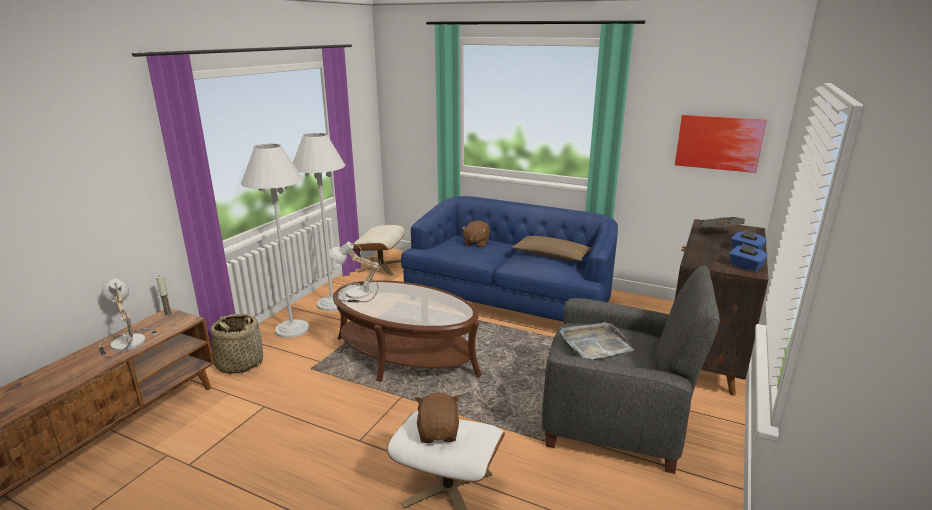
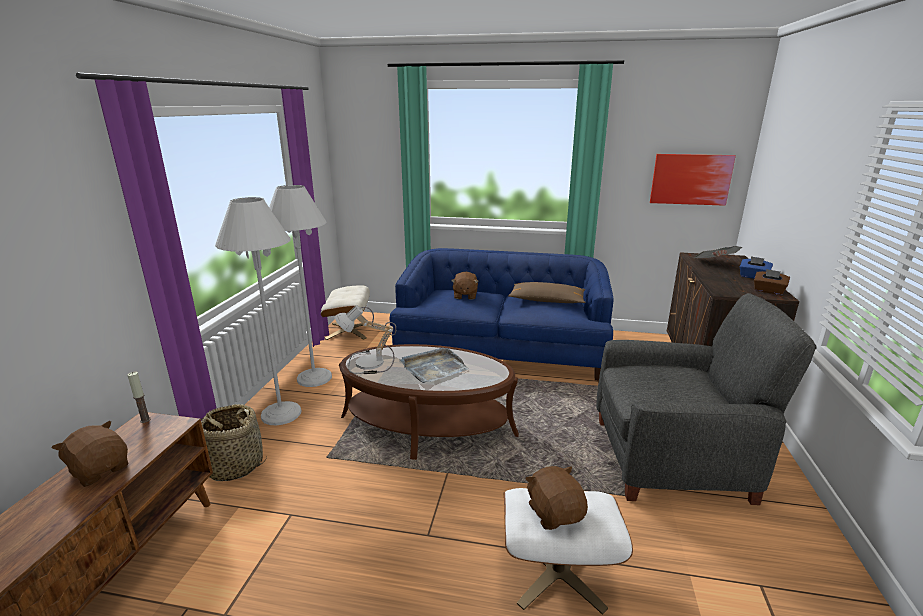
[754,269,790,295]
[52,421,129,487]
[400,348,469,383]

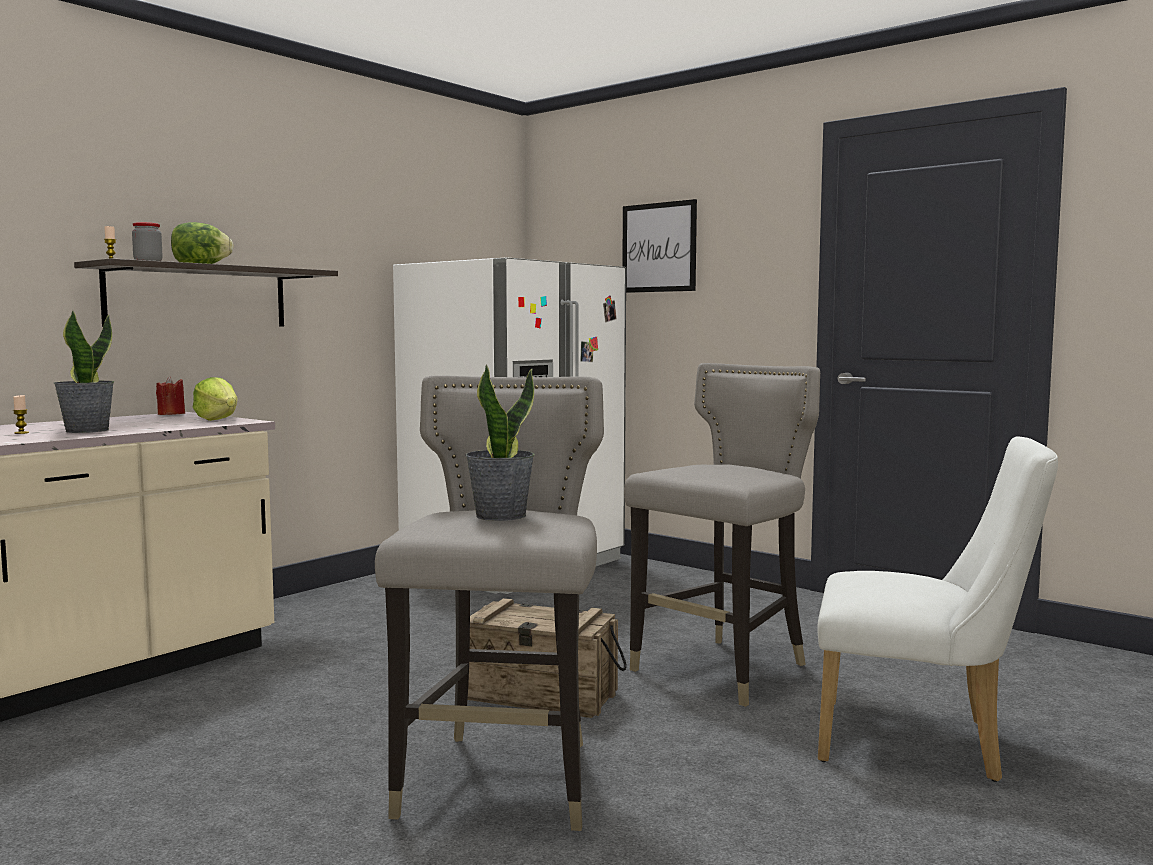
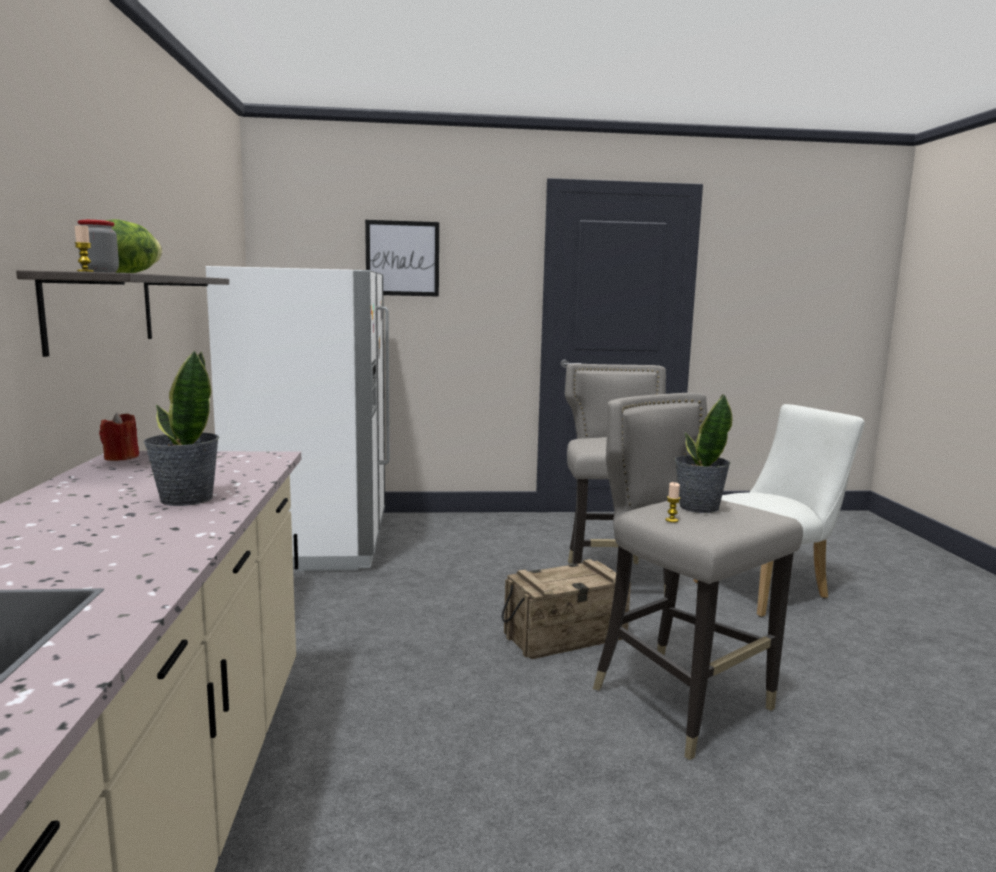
[193,377,237,421] (first image)
[666,482,680,523]

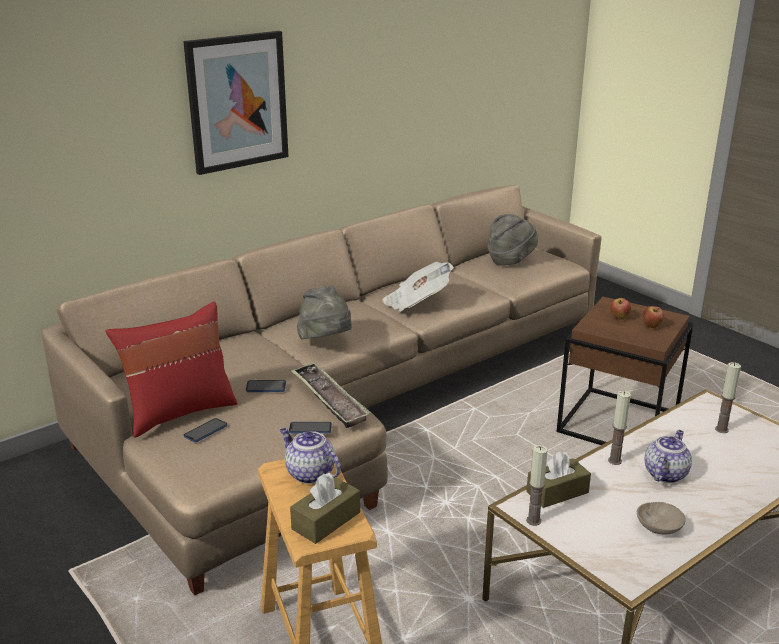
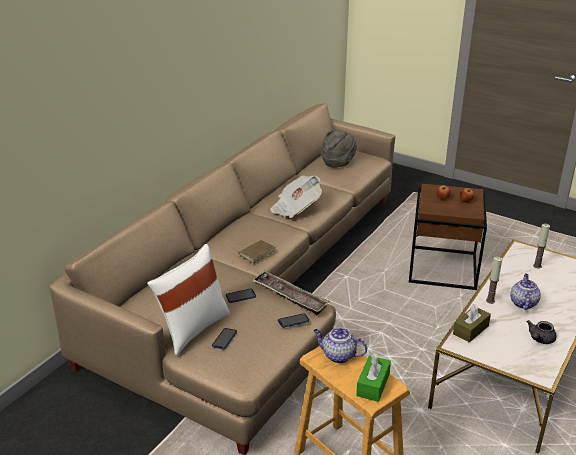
[183,31,289,175] (first image)
[235,240,276,263]
[147,244,230,356]
[526,445,548,526] (first image)
[356,354,391,402]
[527,320,557,344]

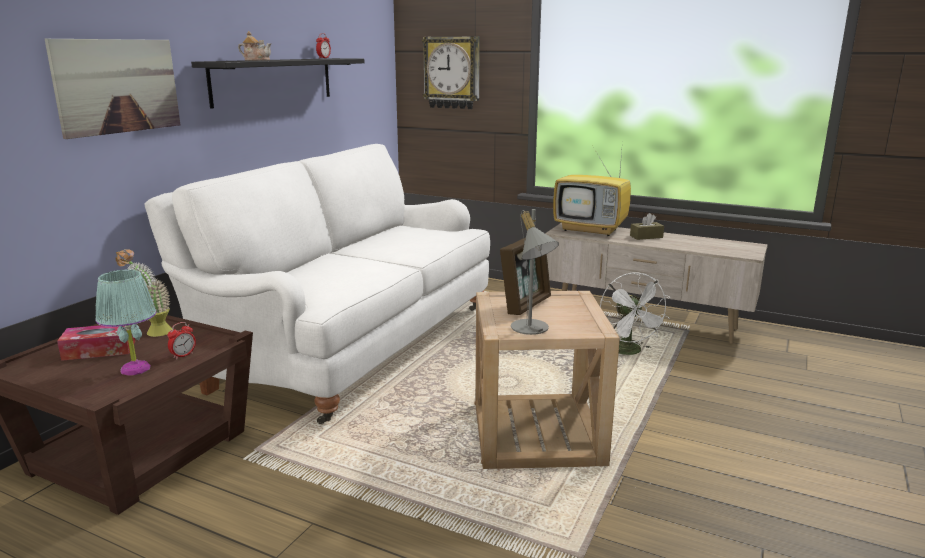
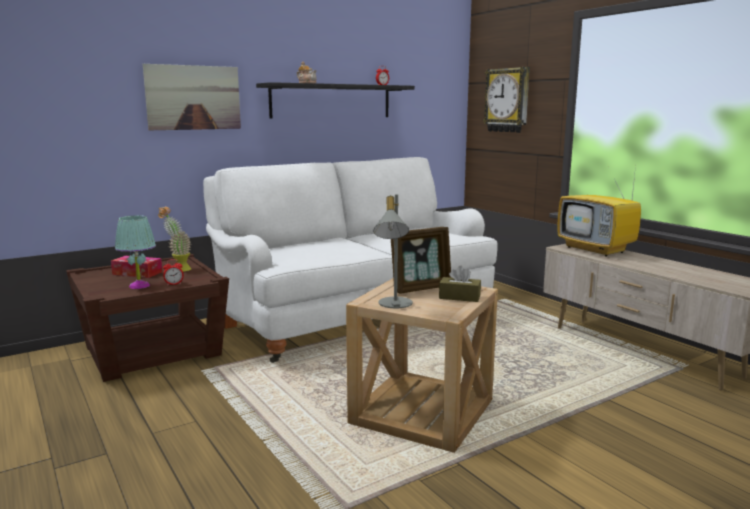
[439,265,481,302]
[600,272,670,355] (first image)

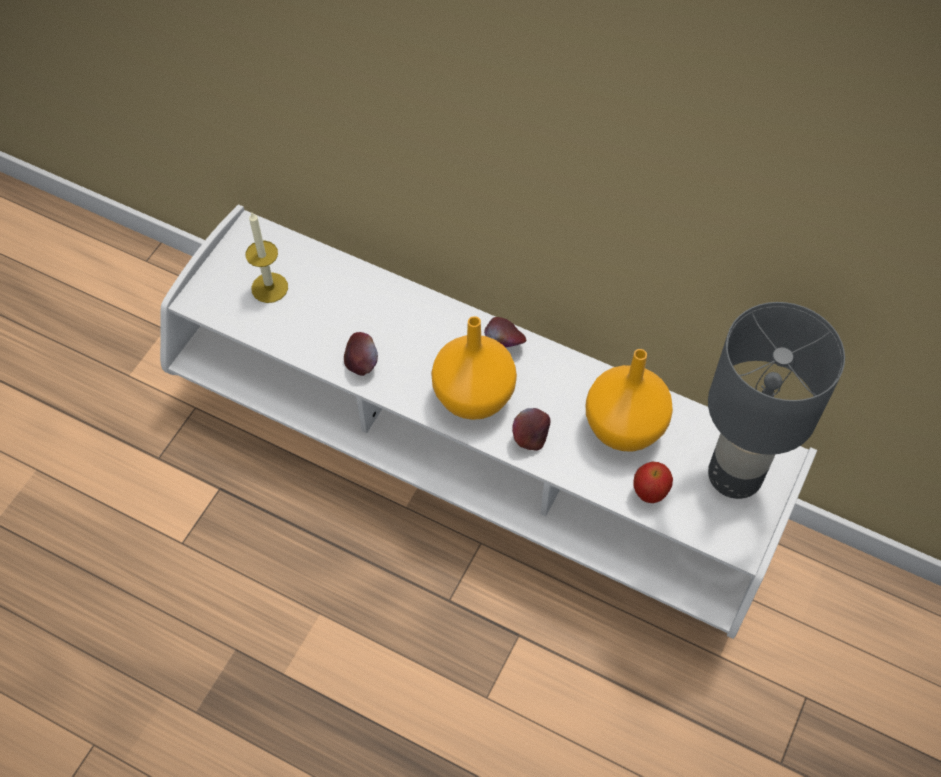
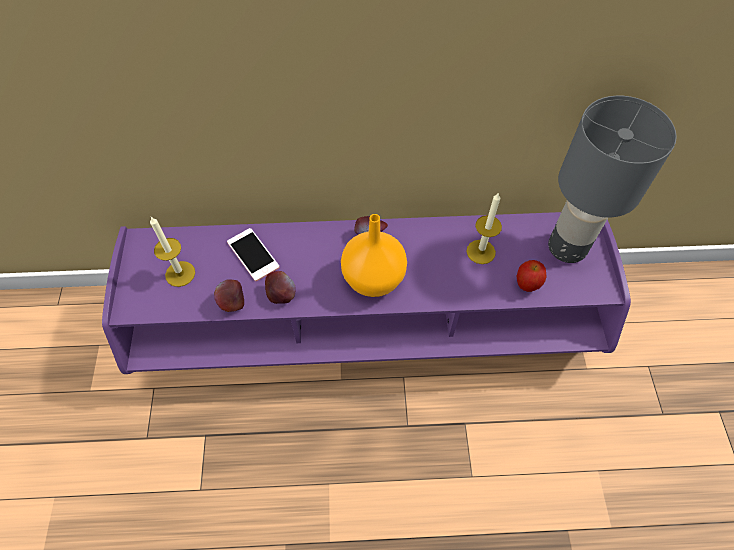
[102,212,631,374]
[467,192,502,264]
[214,279,244,312]
[227,228,280,281]

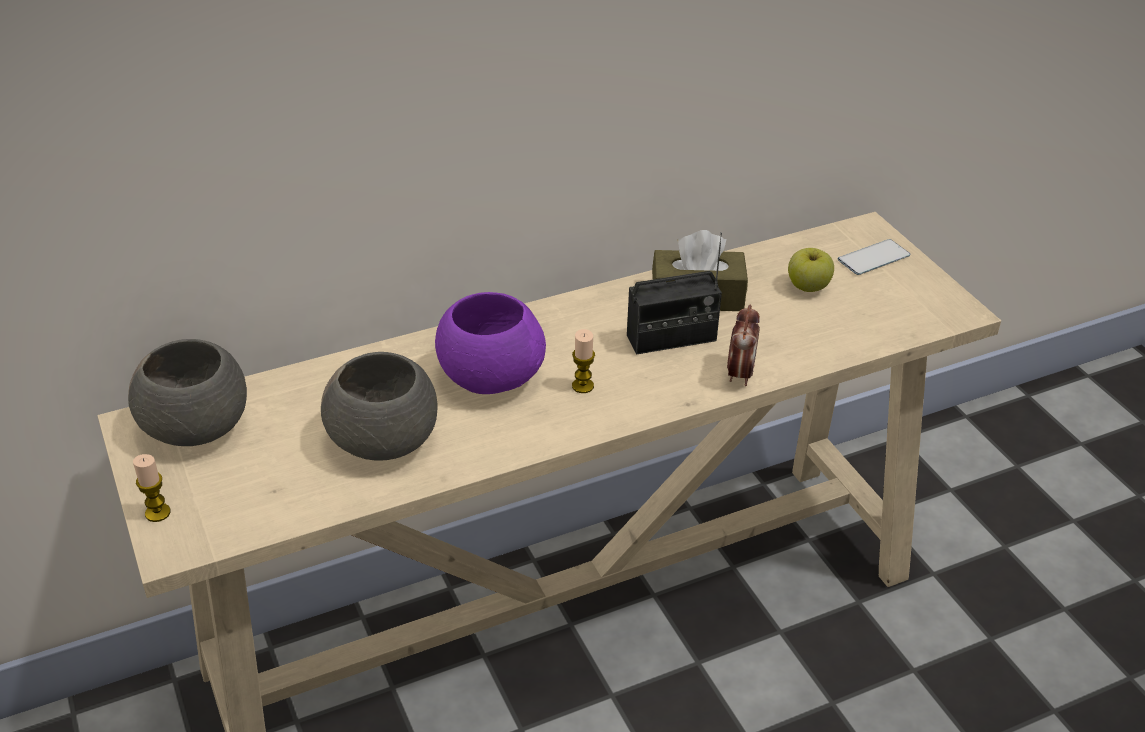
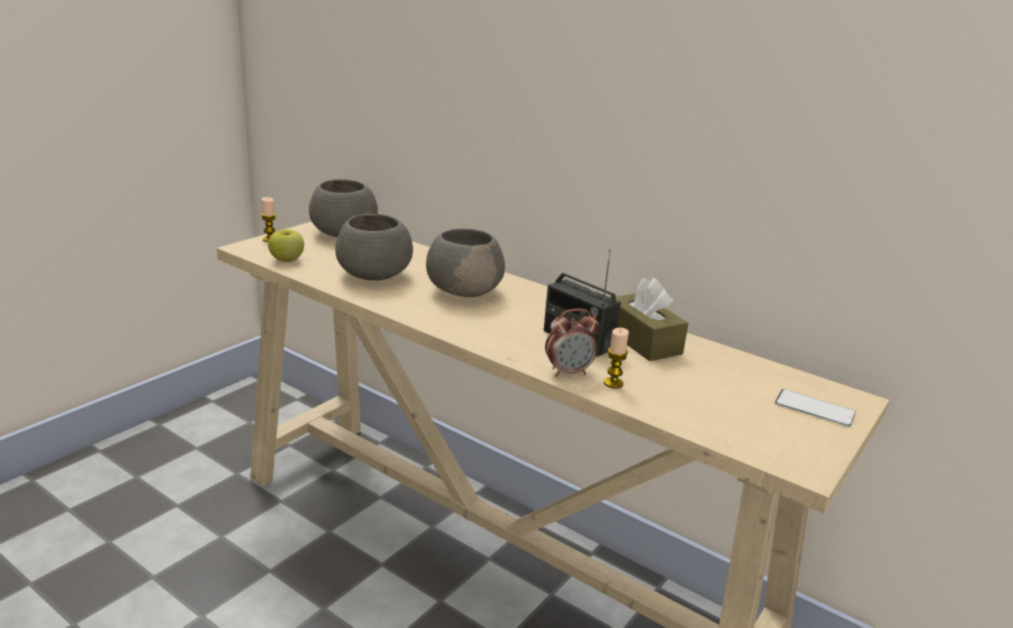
[268,229,304,262]
[426,229,505,297]
[604,328,629,388]

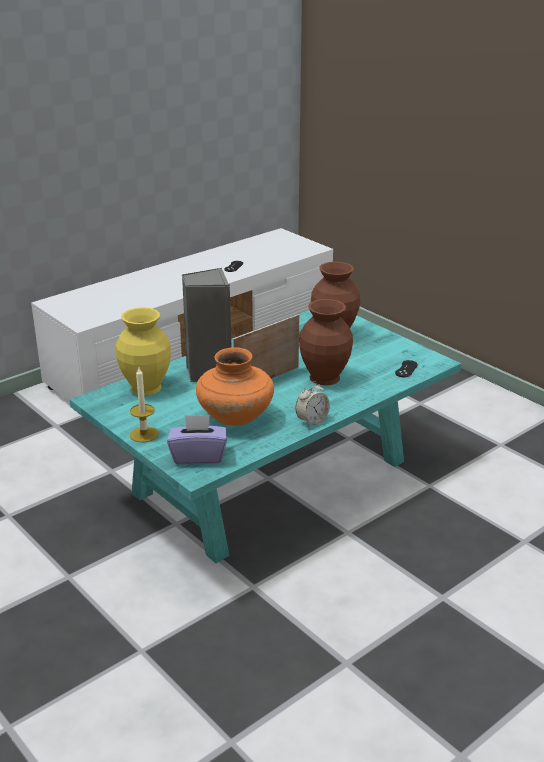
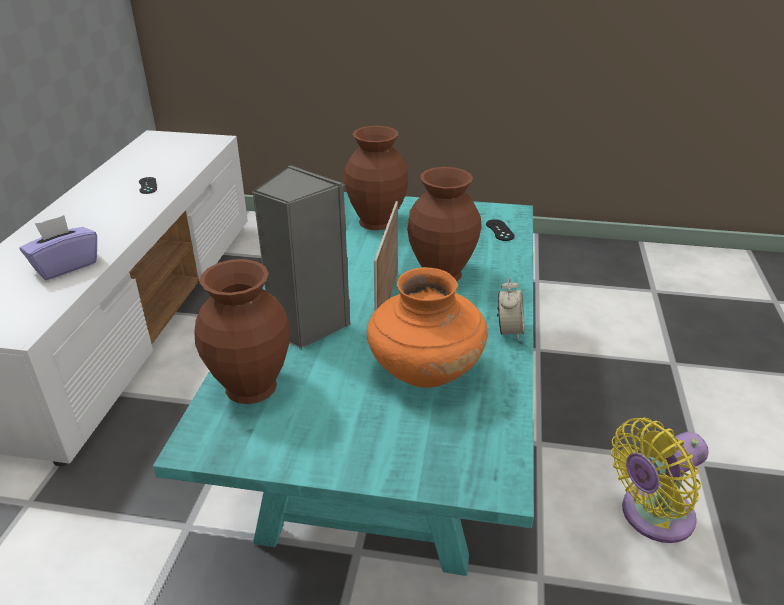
[194,259,291,404]
[130,367,159,442] (first image)
[19,215,97,280]
[611,418,709,543]

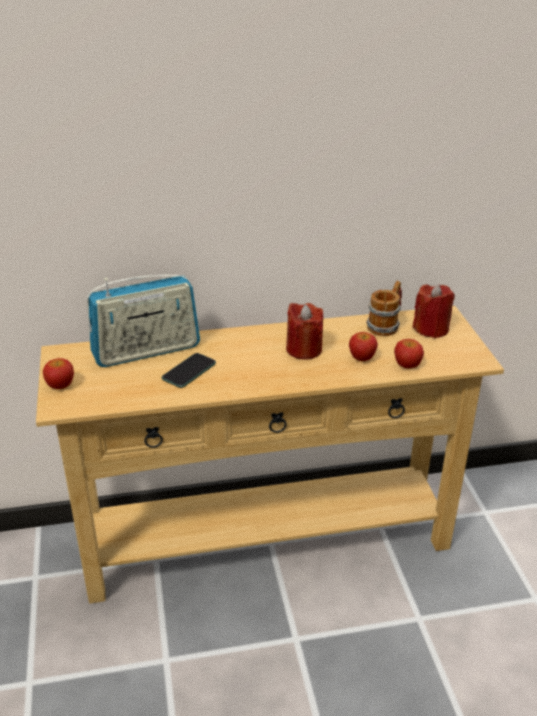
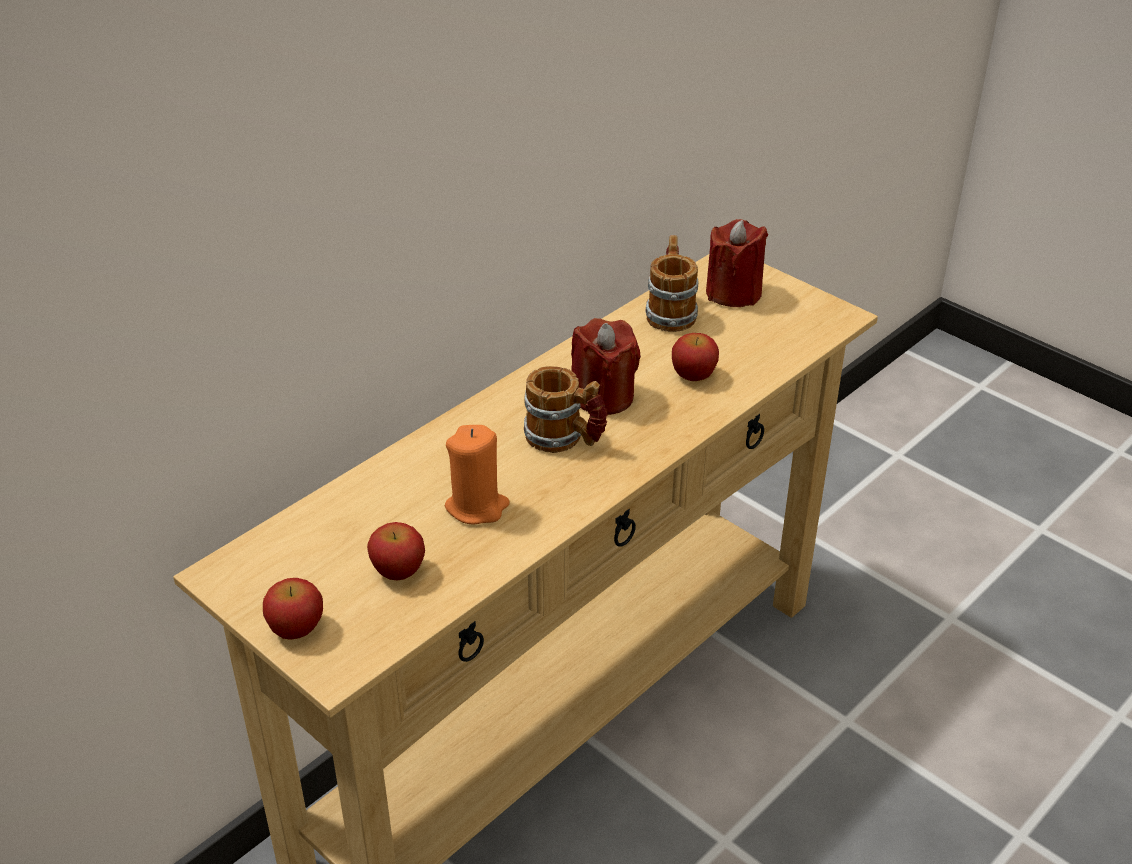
[87,275,200,367] (first image)
[367,522,425,580]
[445,425,510,525]
[524,366,608,453]

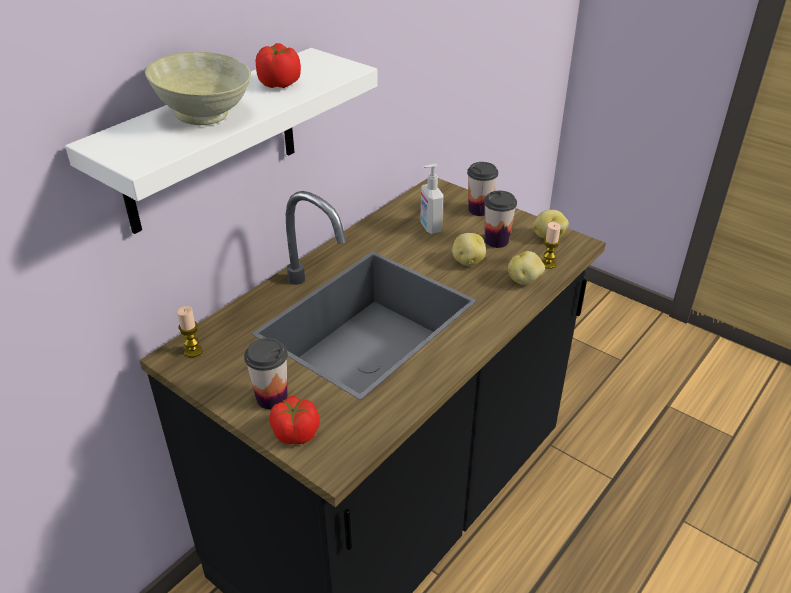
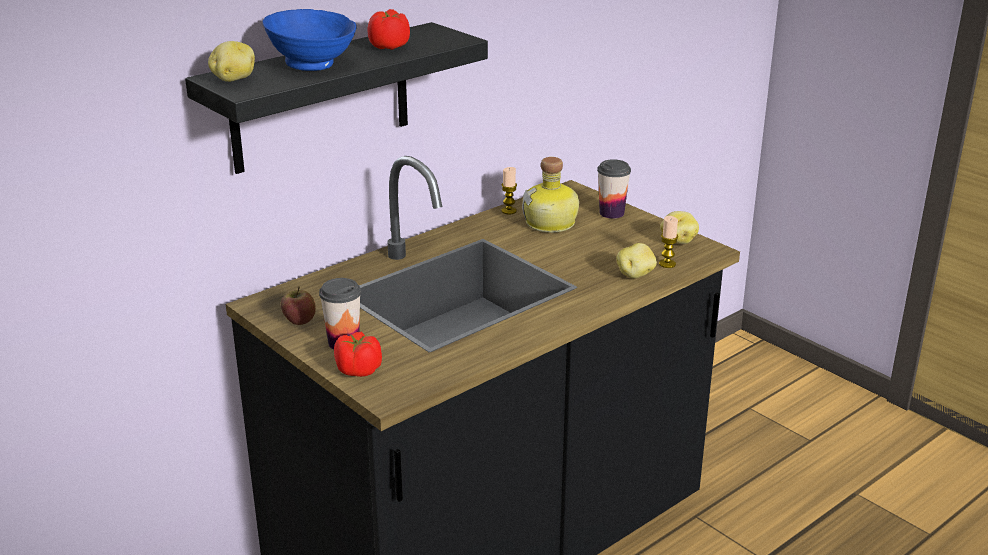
[185,22,488,174]
[262,9,357,71]
[522,157,579,233]
[484,191,517,248] (first image)
[208,41,255,82]
[501,167,517,214]
[281,286,316,325]

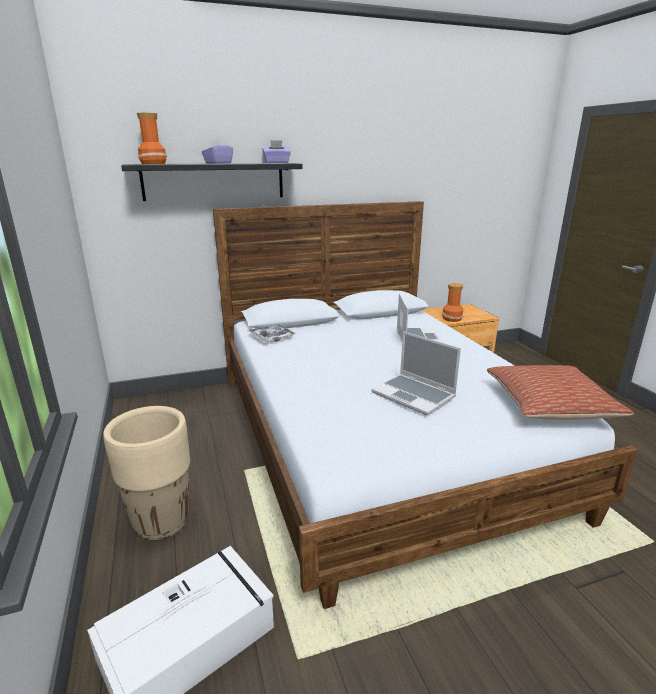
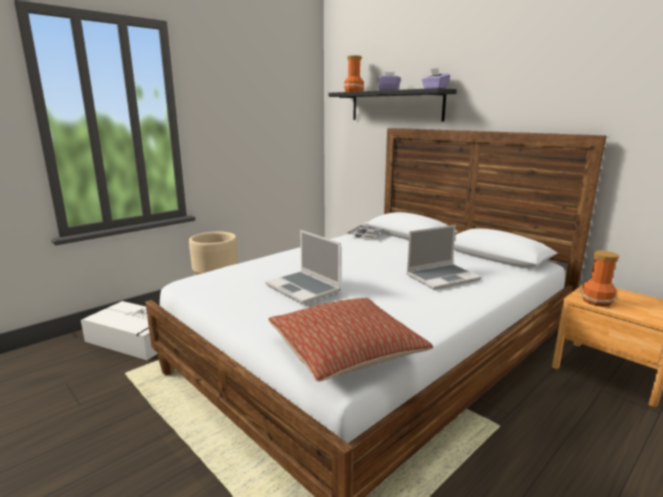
[265,230,341,304]

